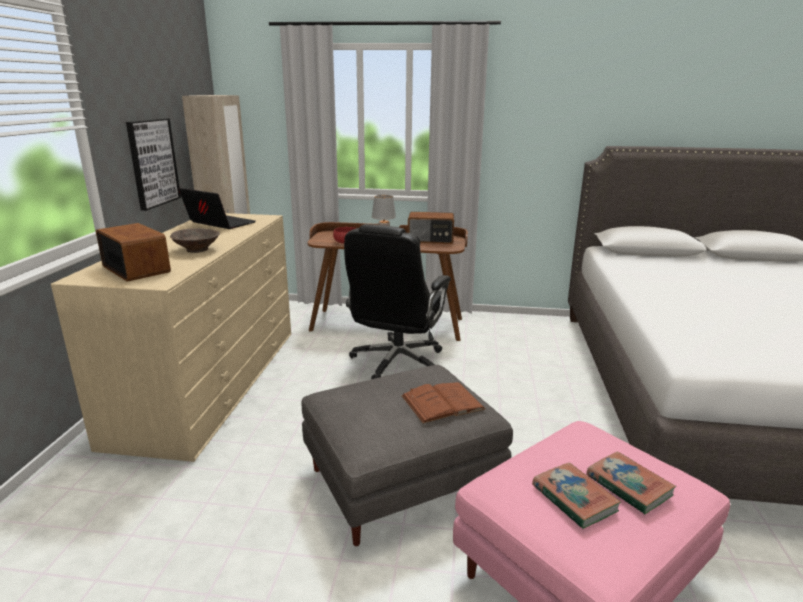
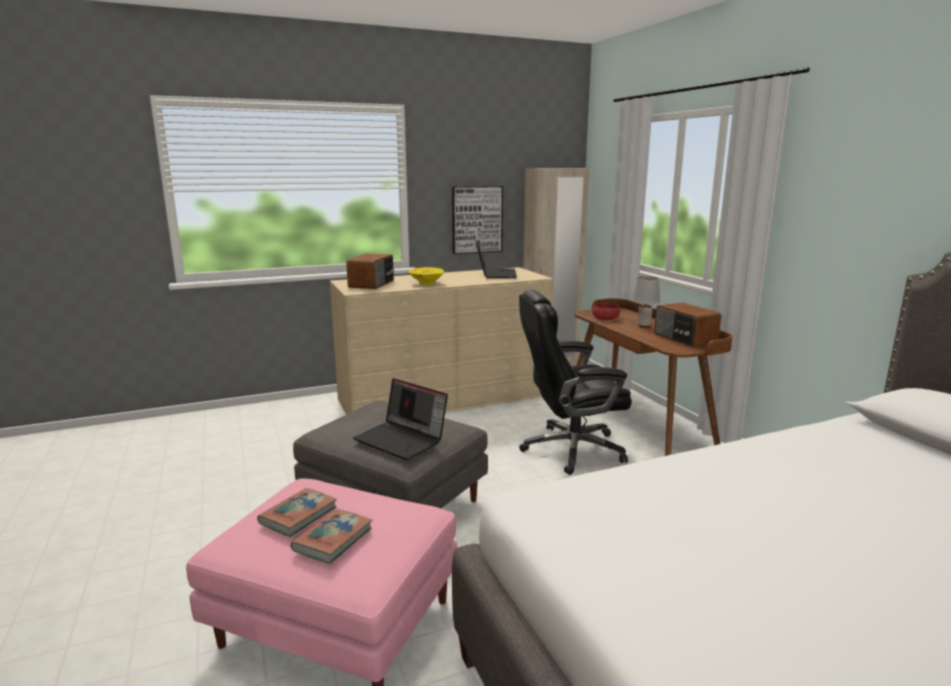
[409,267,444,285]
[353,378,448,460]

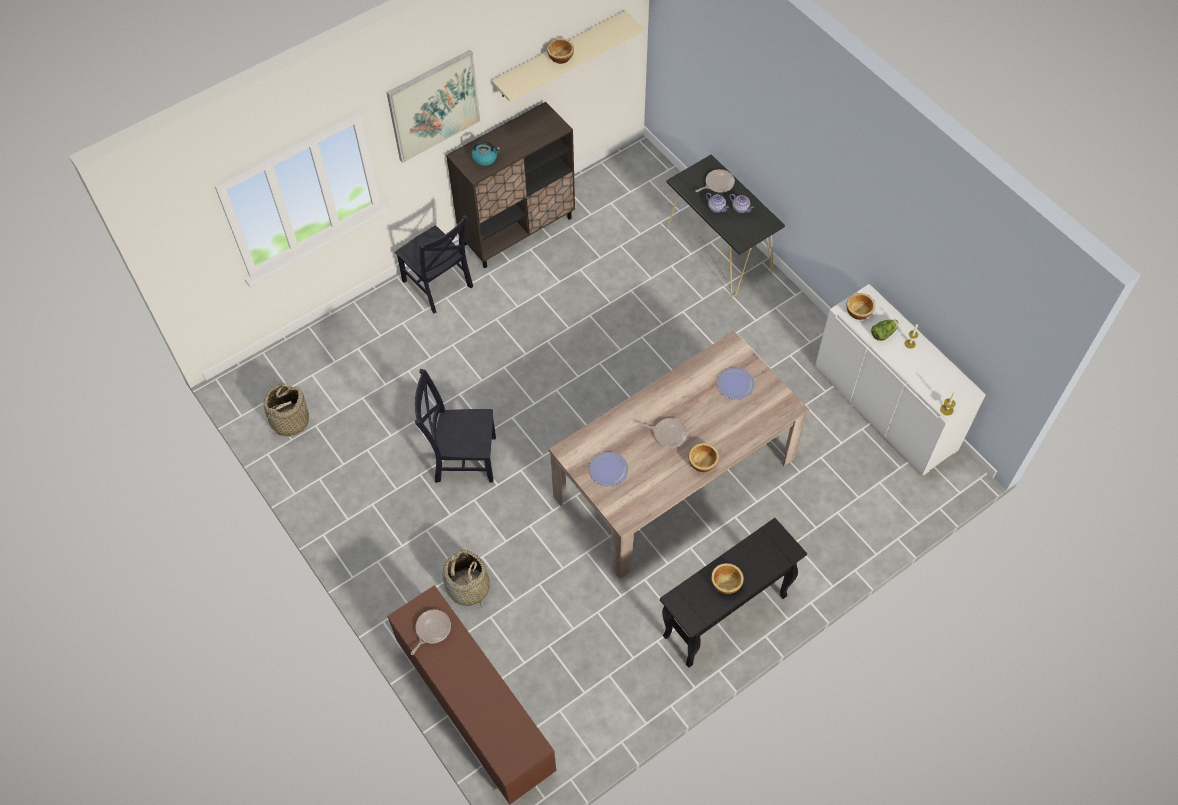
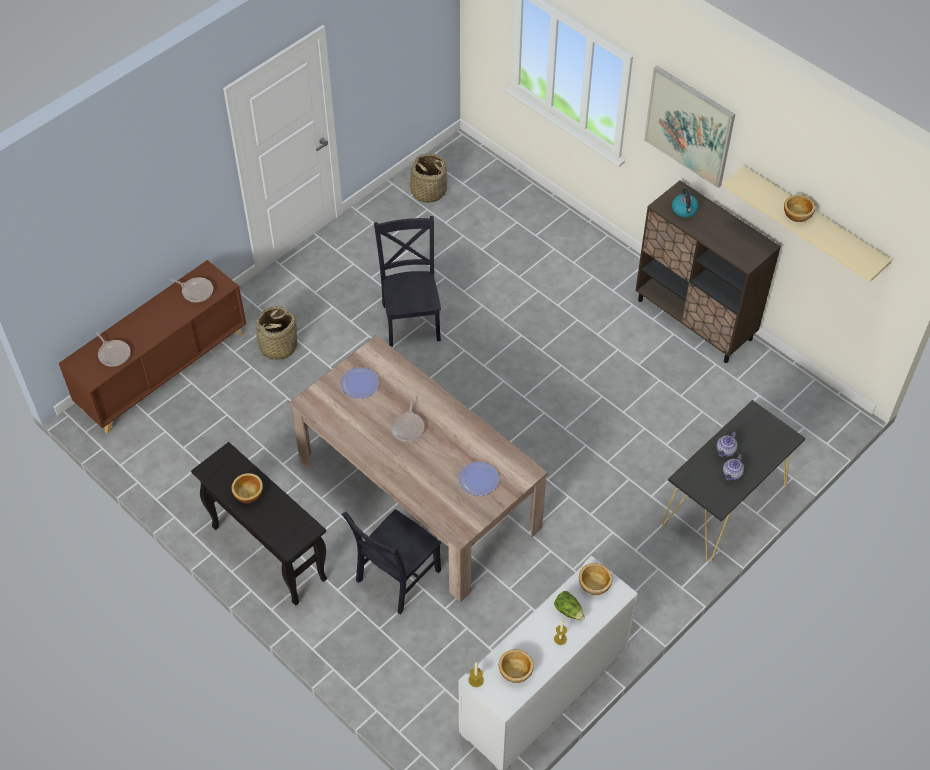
[96,332,130,367]
[342,509,441,614]
[499,649,534,683]

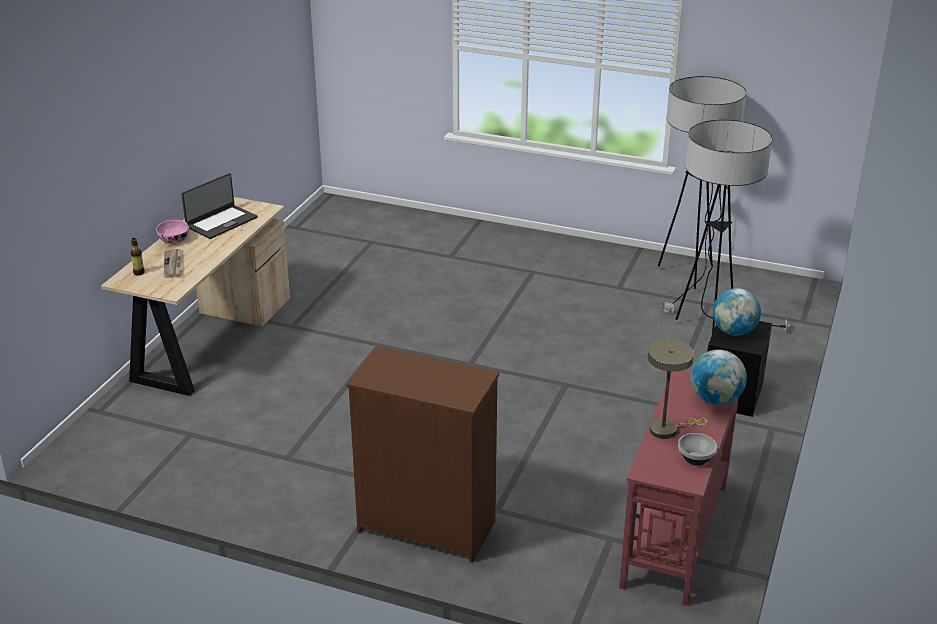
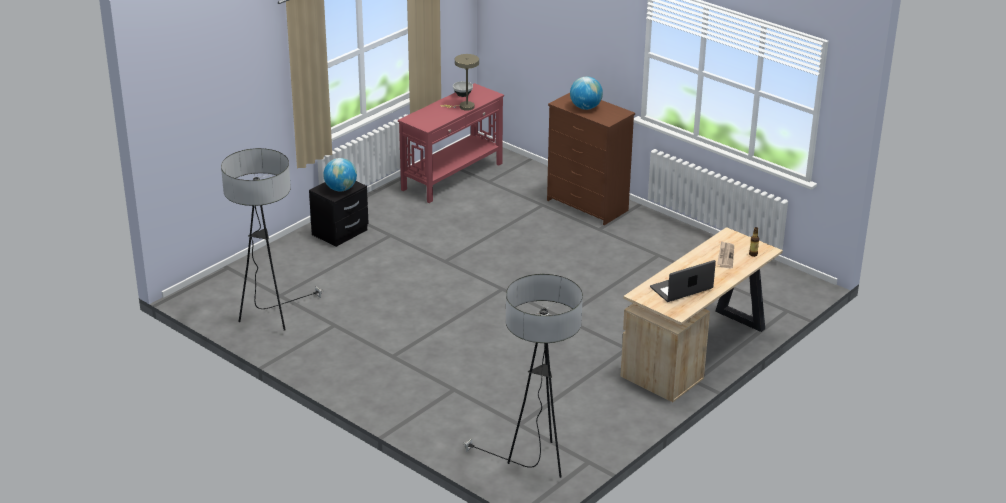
[462,274,583,478]
[156,220,189,244] (first image)
[570,76,603,110]

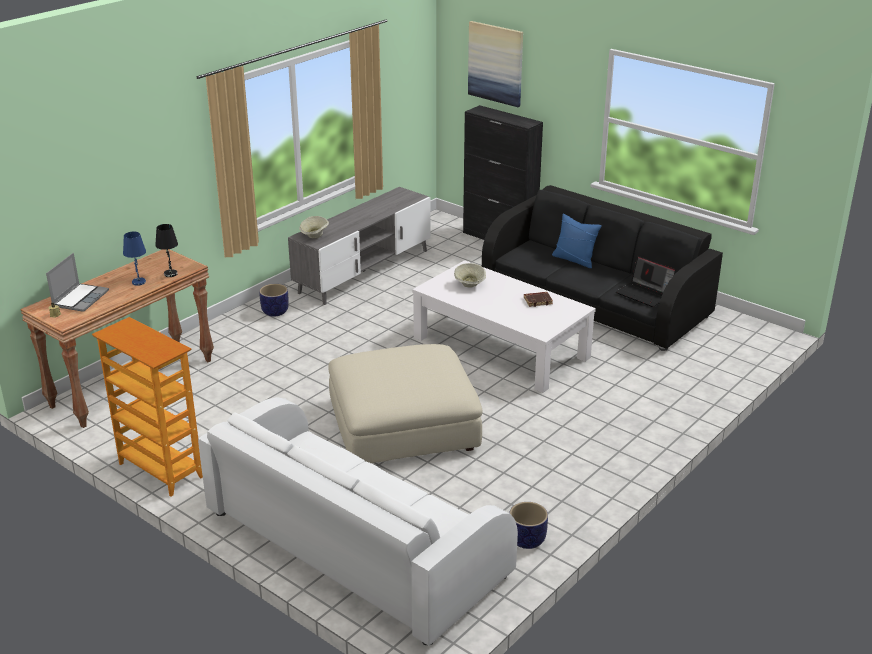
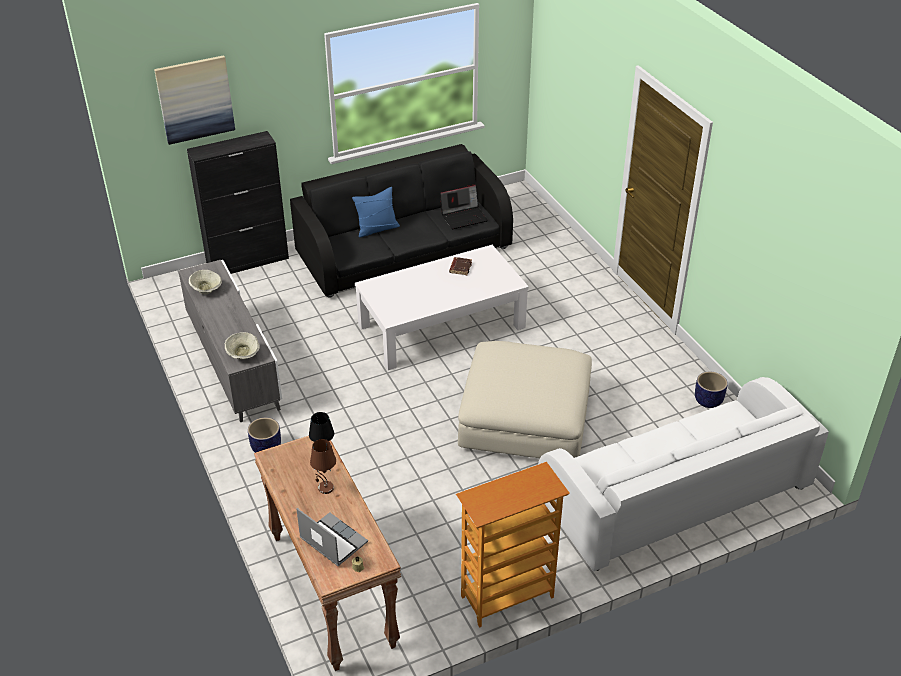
[310,439,336,494]
[189,270,222,295]

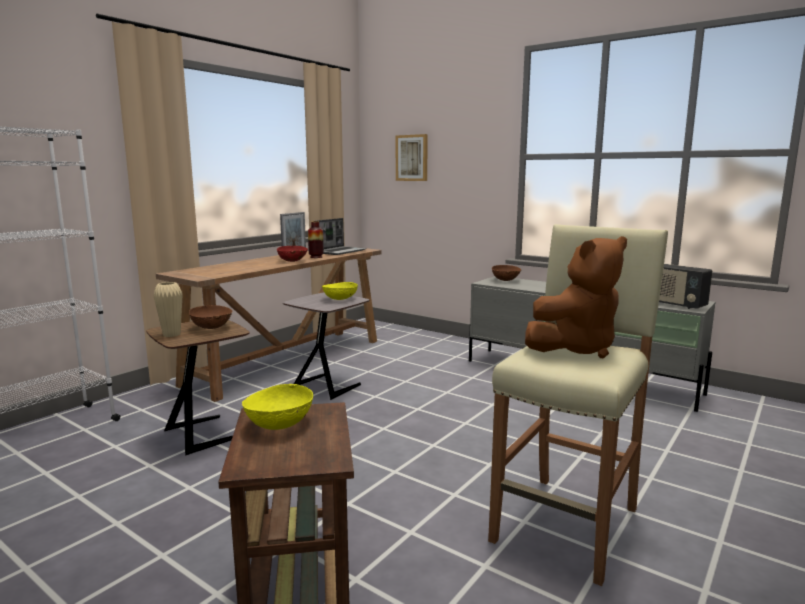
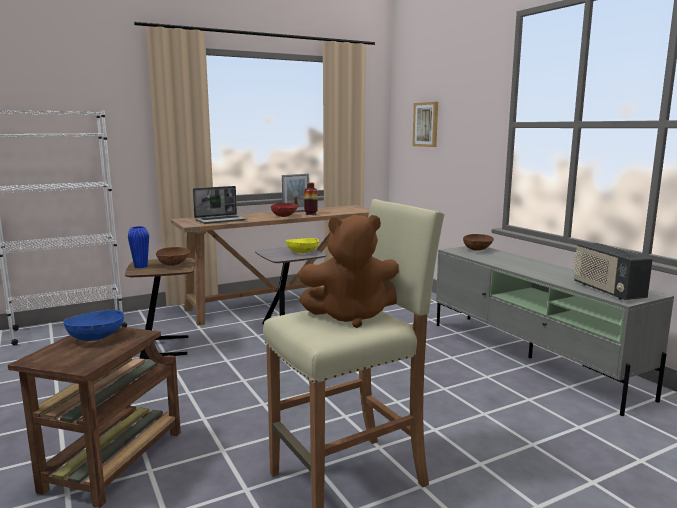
[193,186,247,224]
[128,226,149,268]
[63,310,124,341]

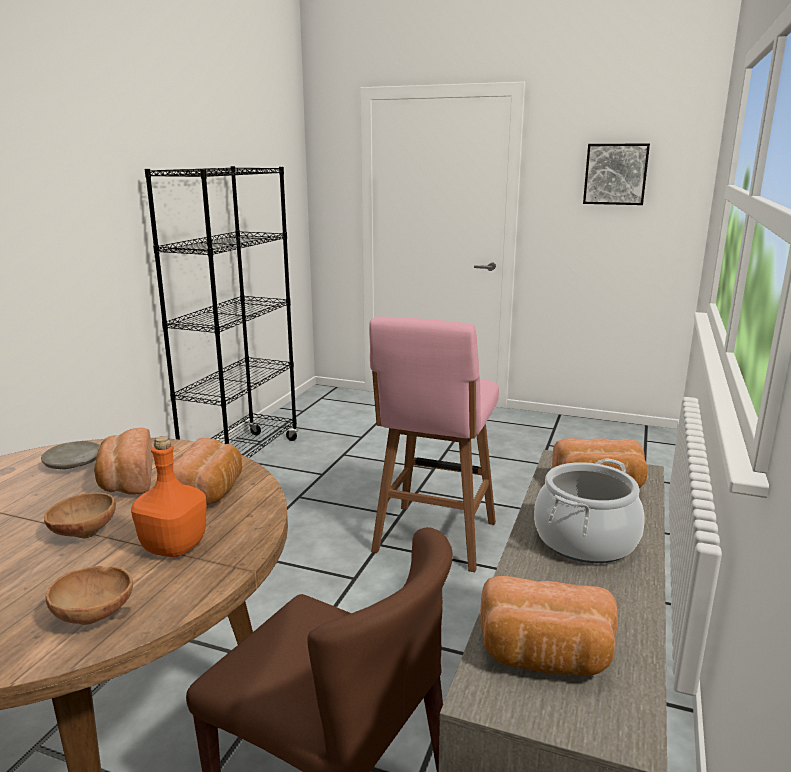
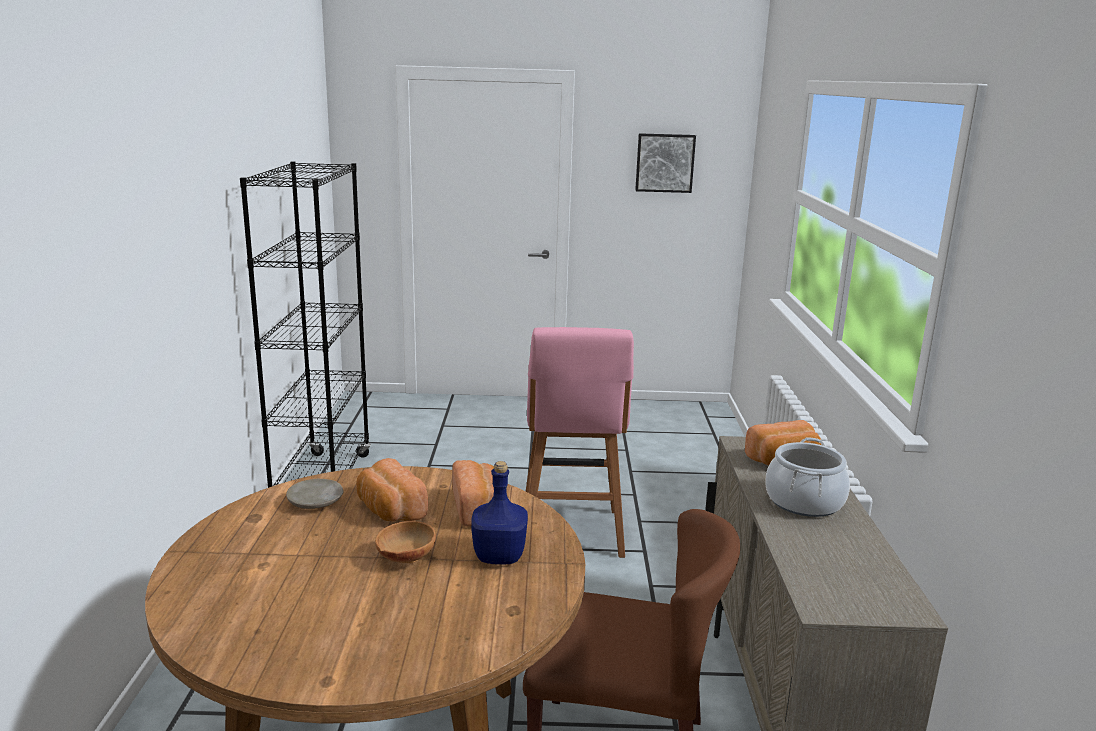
[471,461,528,565]
[46,566,133,625] (first image)
[480,576,618,676] (first image)

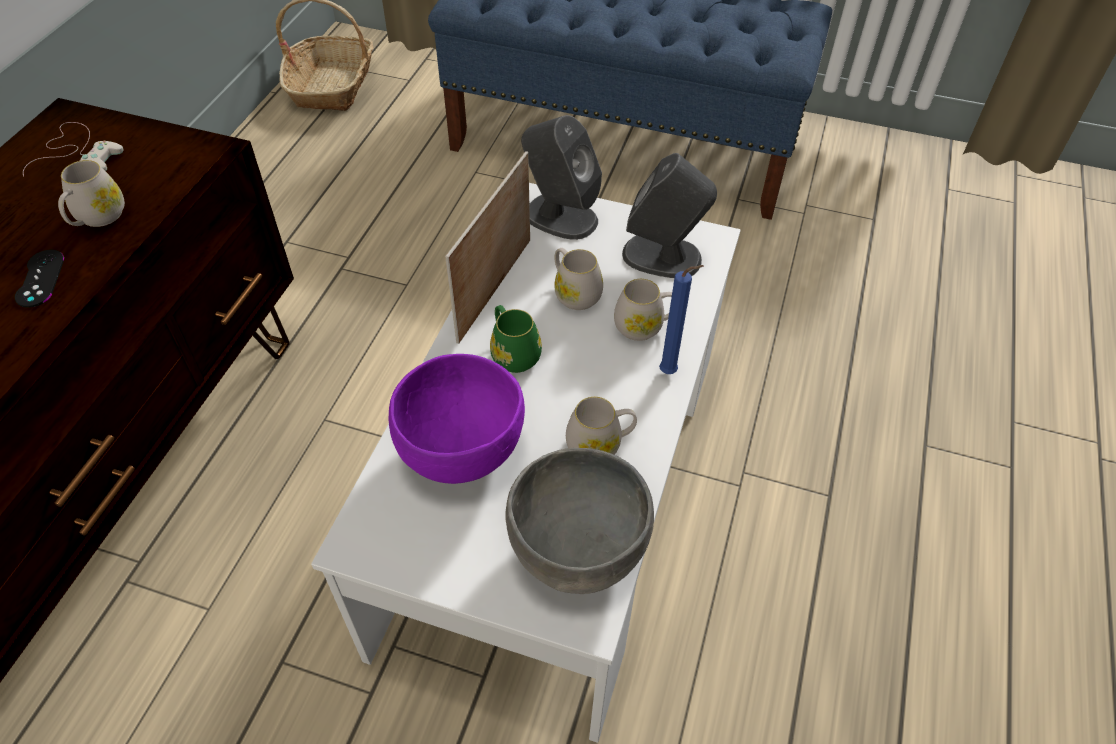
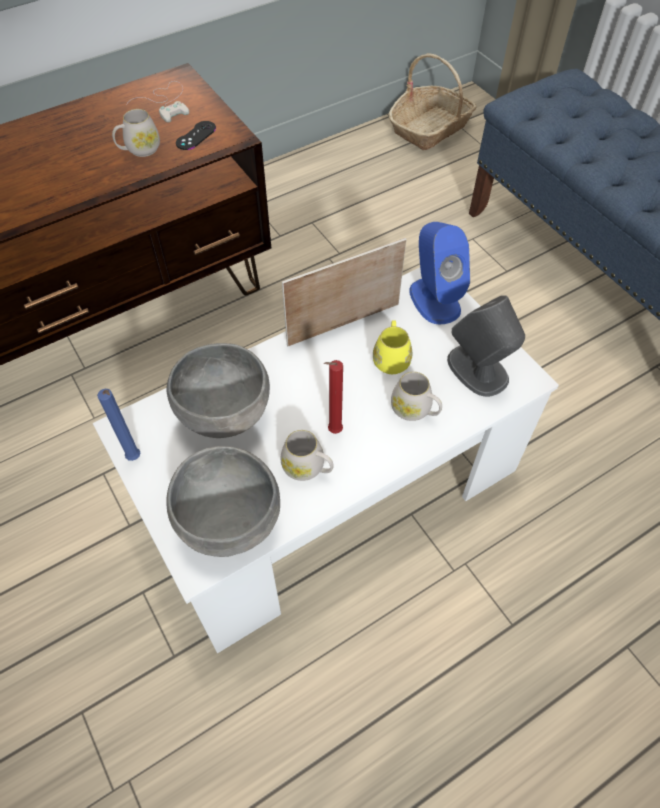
[409,222,470,325]
[373,320,412,374]
[176,121,216,150]
[97,389,140,461]
[490,305,542,373] (first image)
[166,343,270,438]
[324,360,343,434]

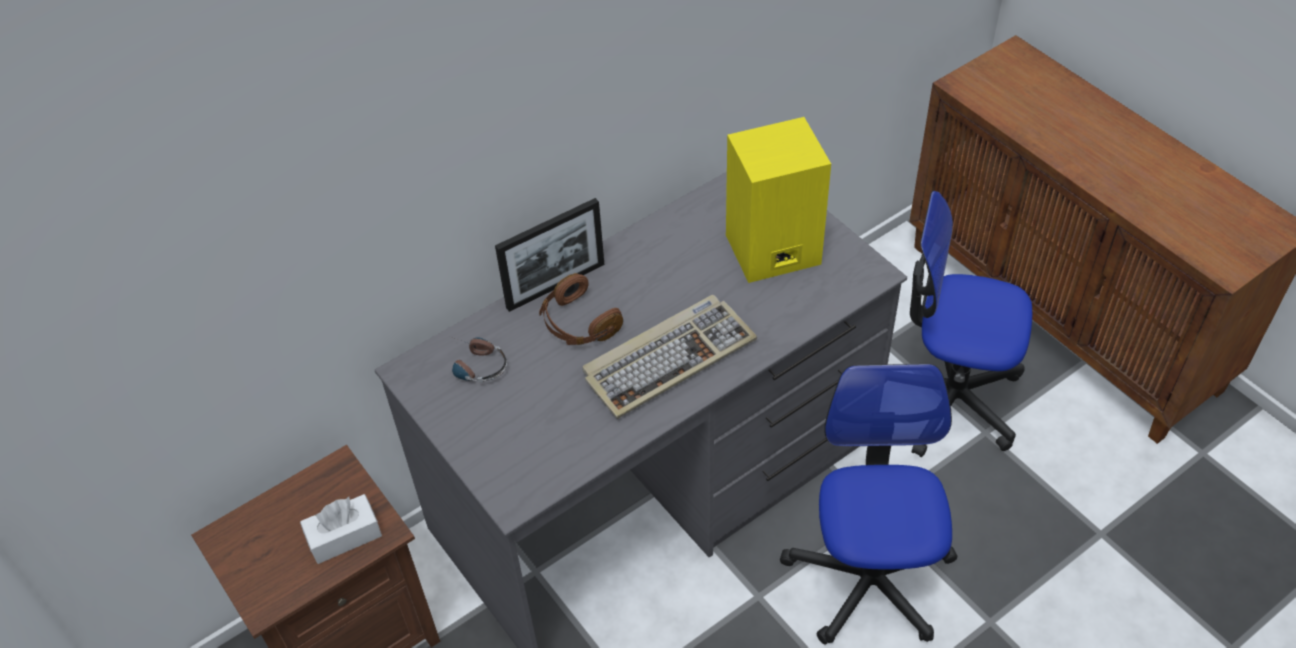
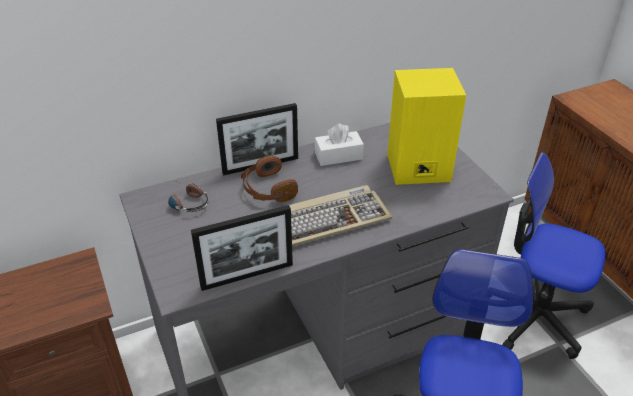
[315,123,364,166]
[191,205,293,291]

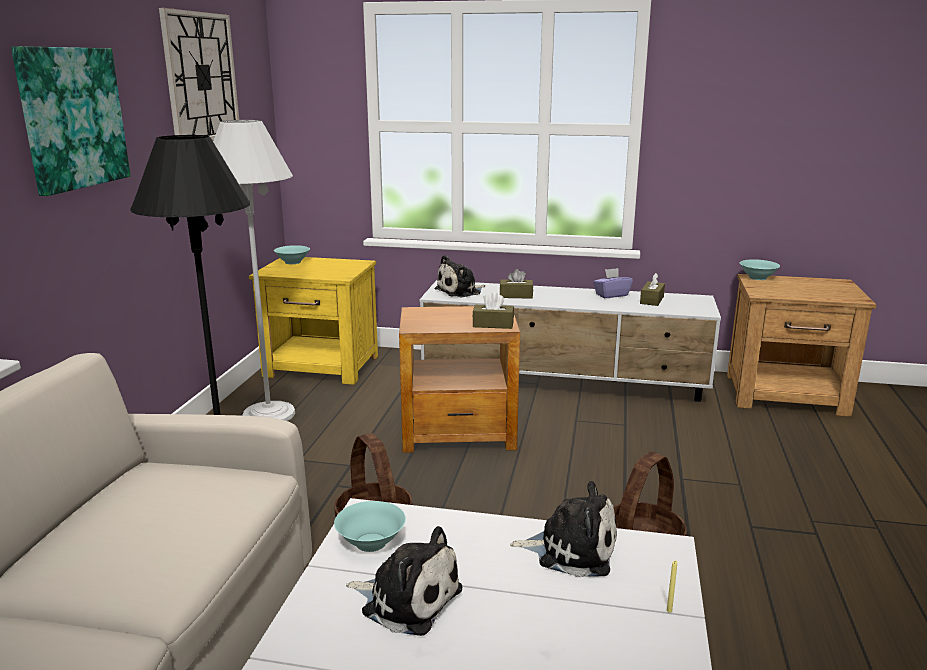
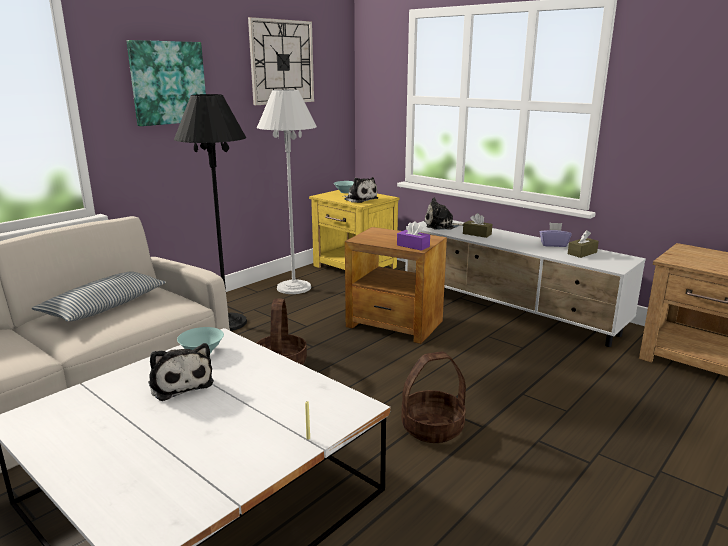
[740,259,780,280] (first image)
[397,221,430,251]
[342,177,378,203]
[32,271,166,321]

